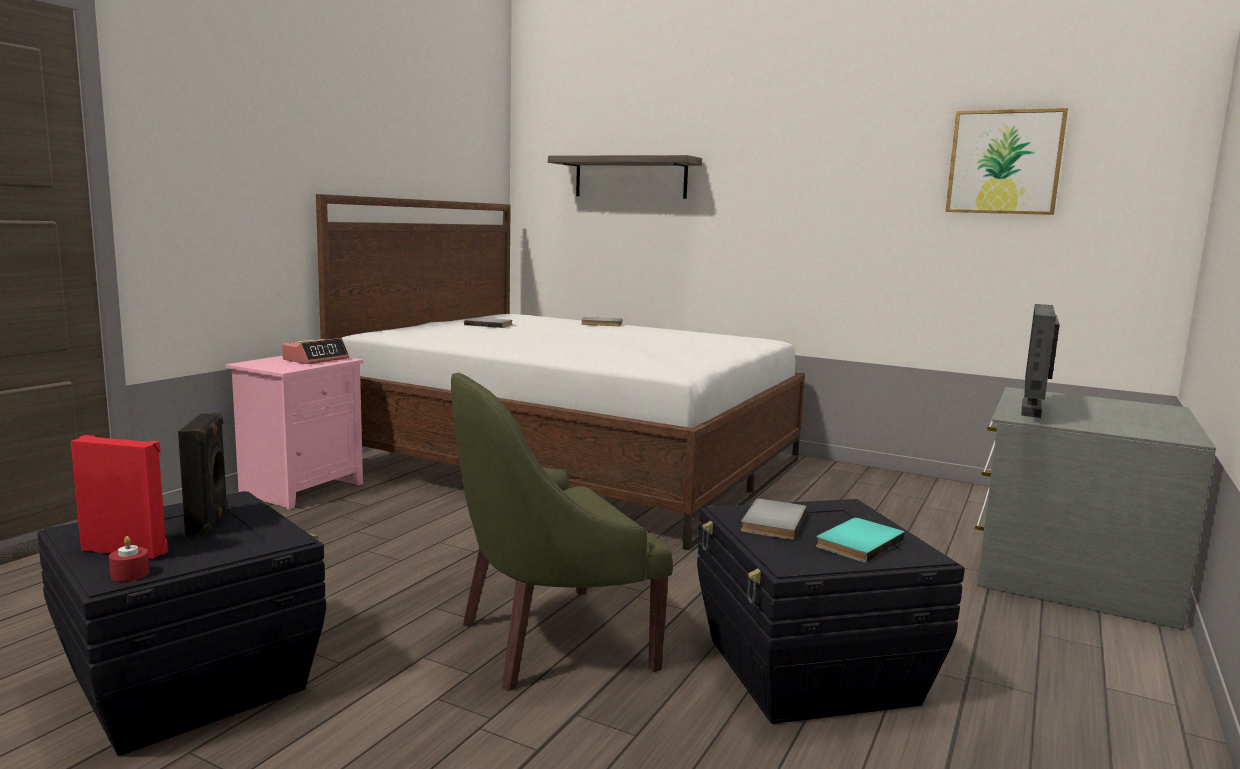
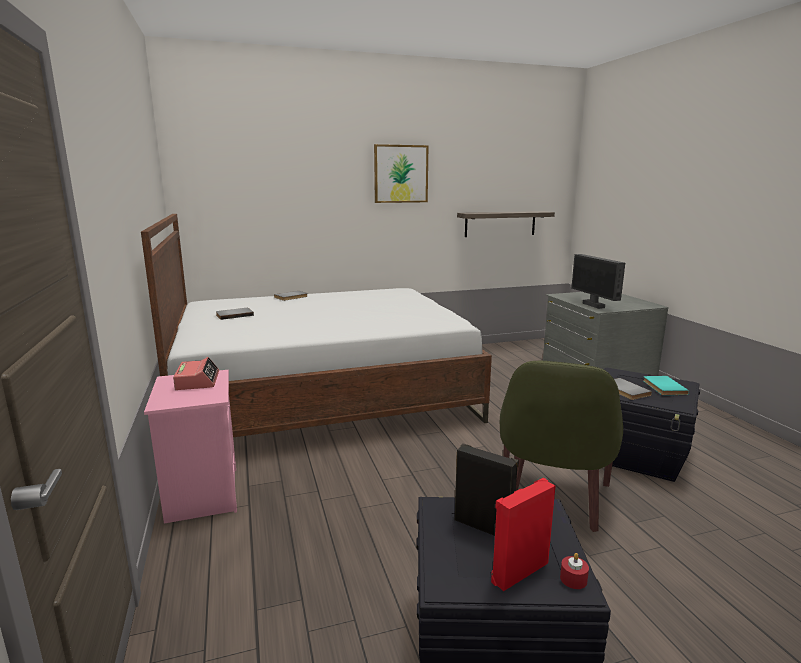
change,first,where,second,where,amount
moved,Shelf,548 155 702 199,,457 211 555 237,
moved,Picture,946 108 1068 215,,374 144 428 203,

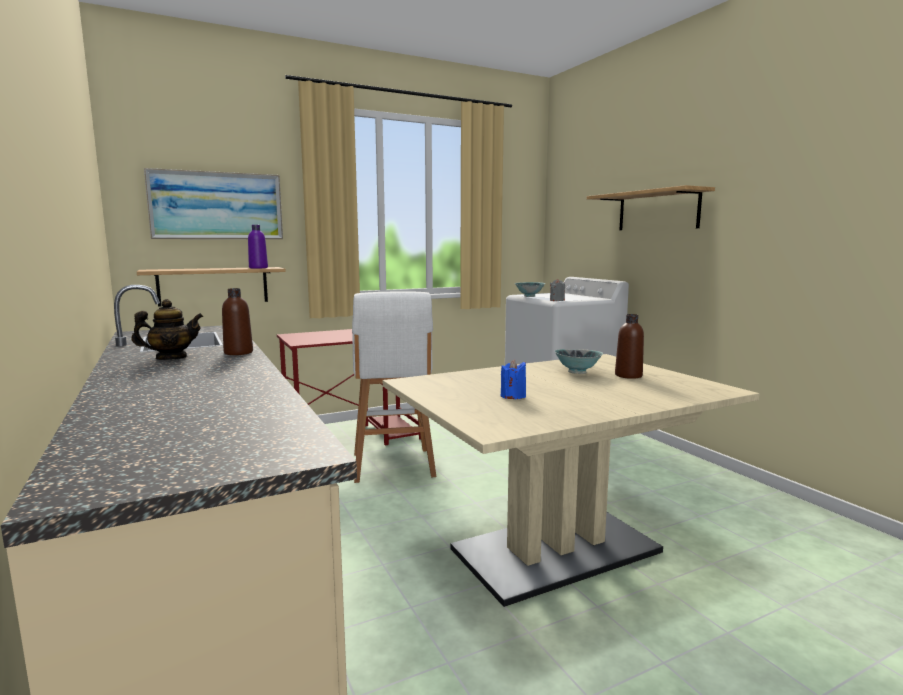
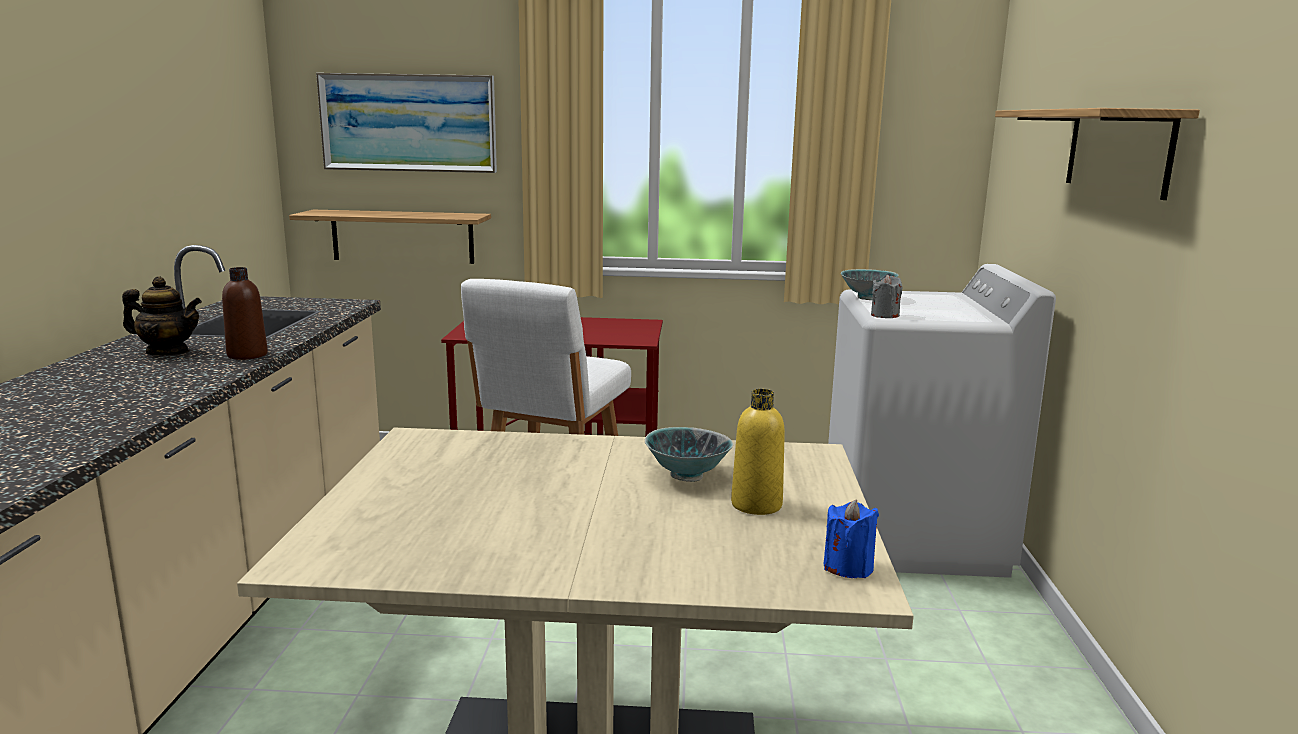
change,first,where,second,where,amount
removed,PurpleBottle,248 225 268 268,,,
moved,BlueCandle,501 359 526 399,,824 499 879 578,
recoloured,BrownBottle,615 314 644 379,YellowBottle,731 389 785 515,

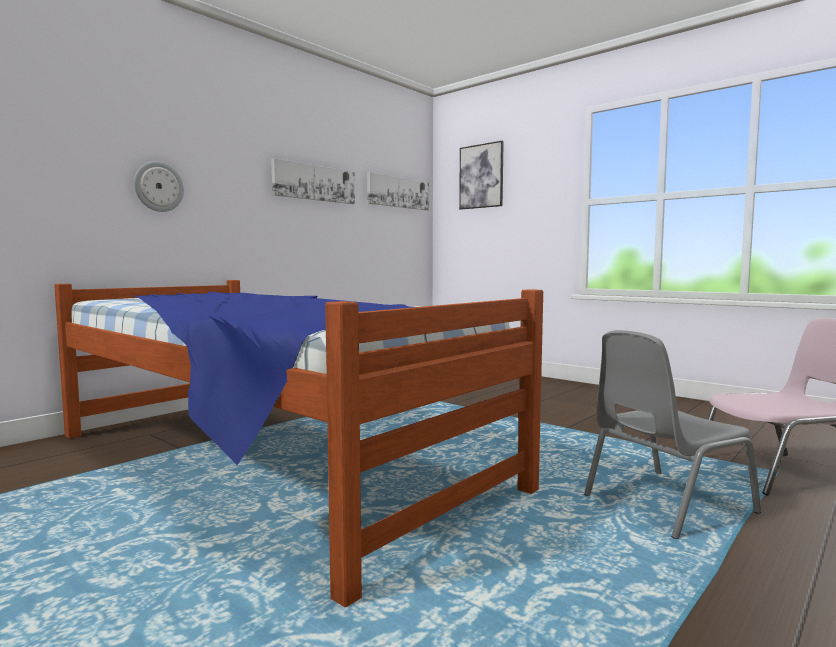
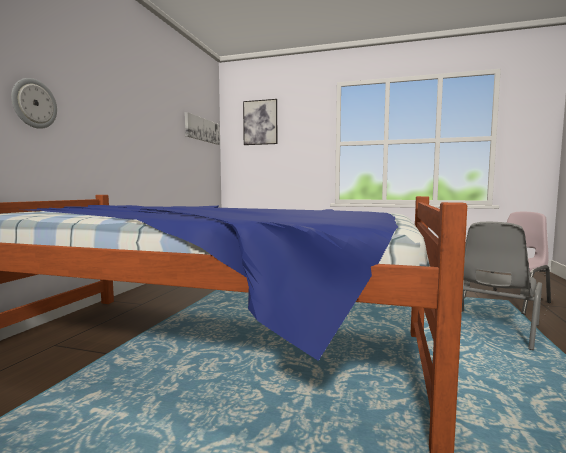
change,first,where,second,where,amount
removed,Picture,271 158 355 204,,,

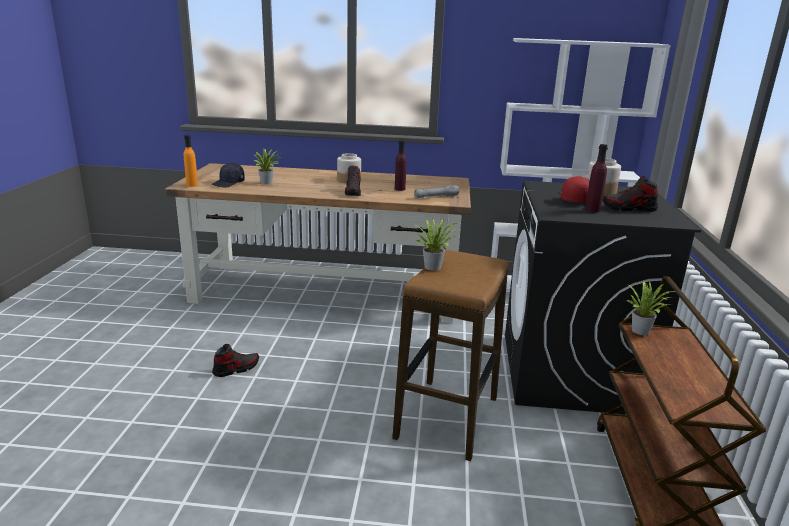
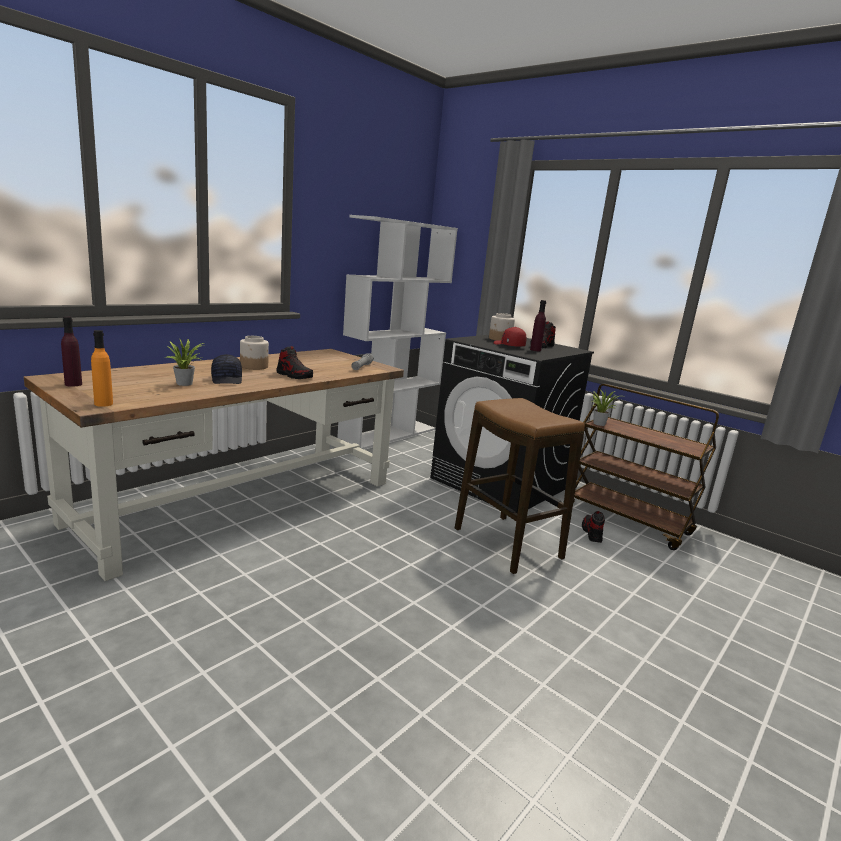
change,first,where,second,where,amount
moved,BlackCap,211 163 245 188,,211 354 242 384,
moved,Shoe,212 344 259 377,,582 511 605 543,
moved,PurpleBottle,395 140 406 191,,61 316 82 387,
removed,PottedPlant,414 218 457 271,,,

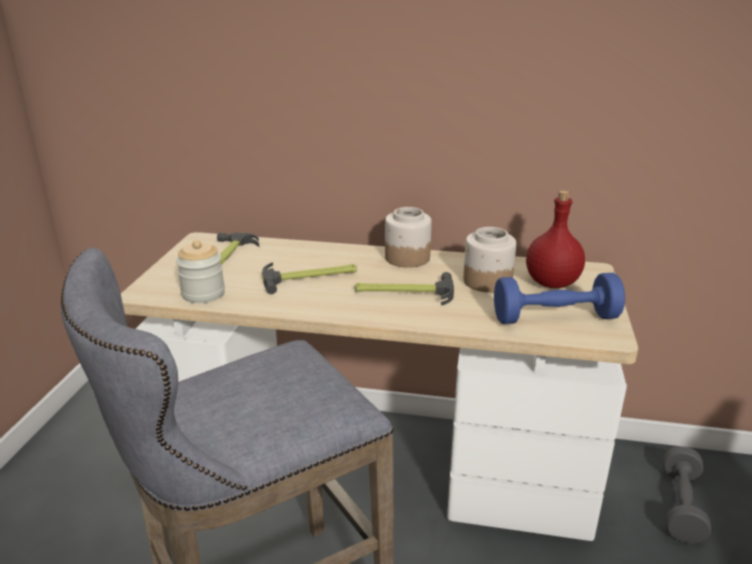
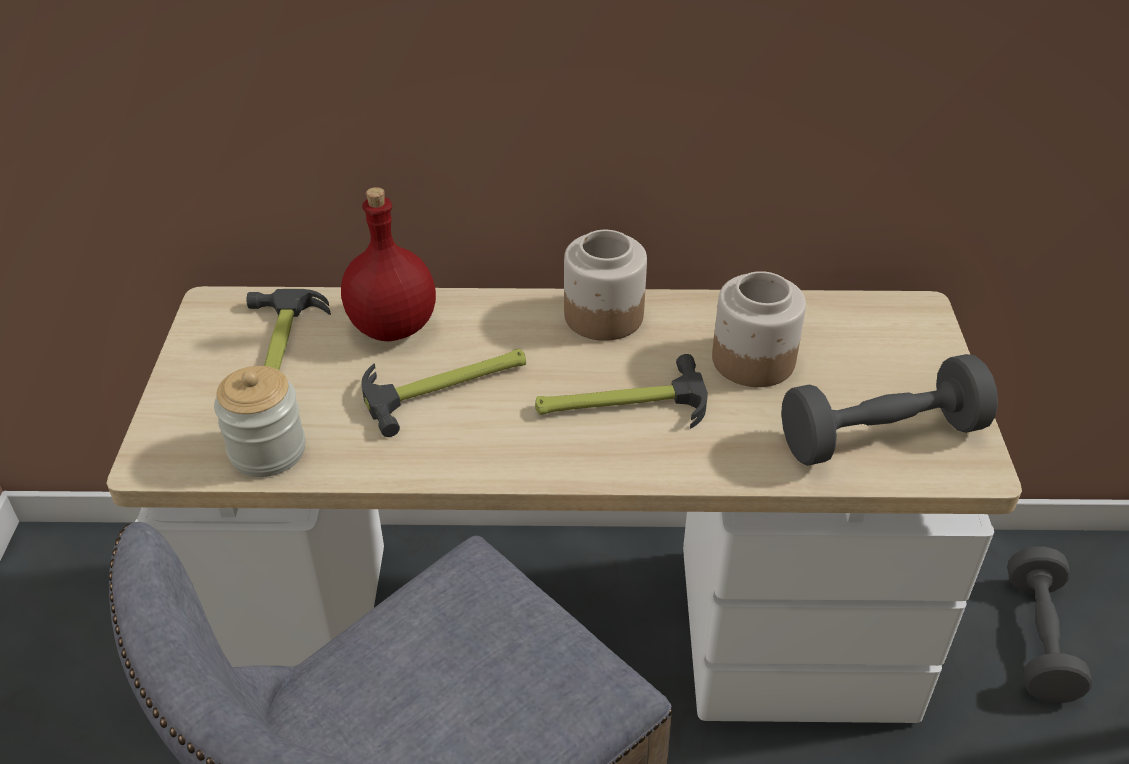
change,first,where,second,where,amount
recoloured,BlueDumbbell,494 273 625 324,GreyDumbbell,781 354 998 466,
moved,RedBottle,526 190 585 288,,341 187 436 341,

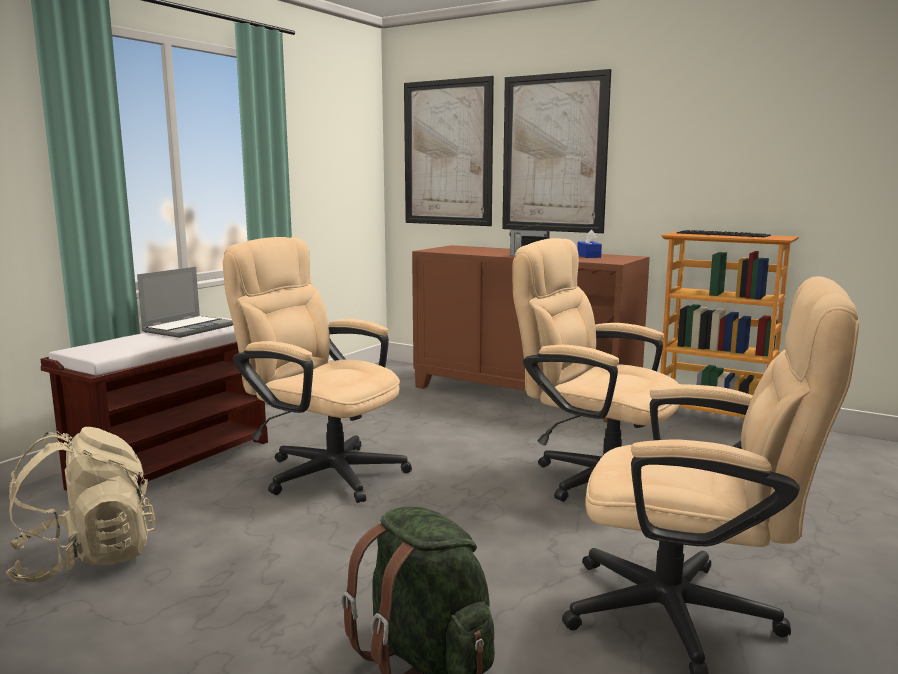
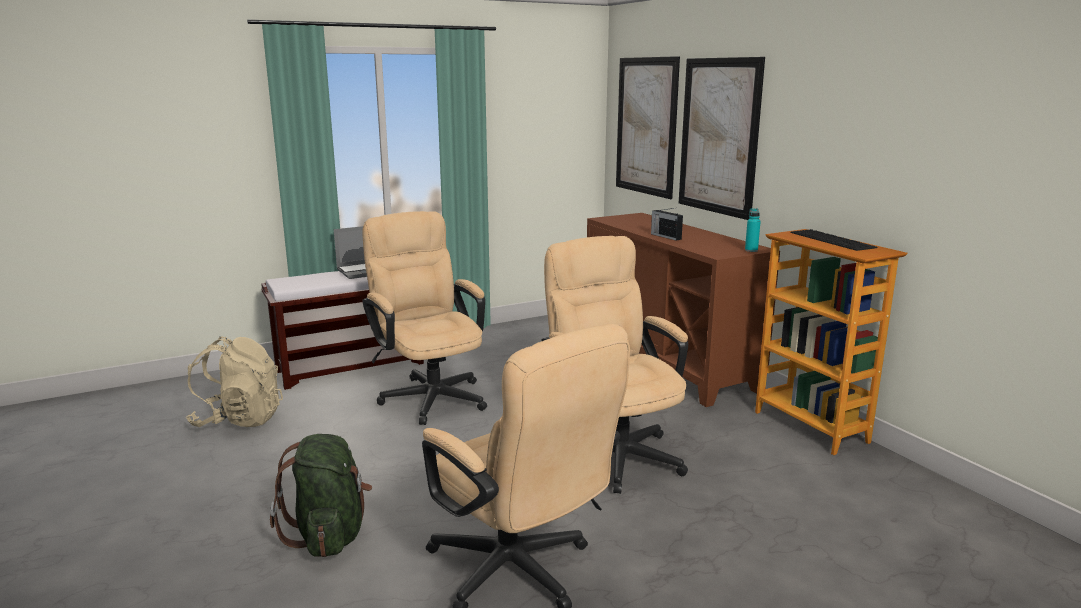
change,first,where,second,where,amount
removed,BlueTissueBox,577 230 602 258,,,
added,,,TurquoiseBottle,745 208 761 252,

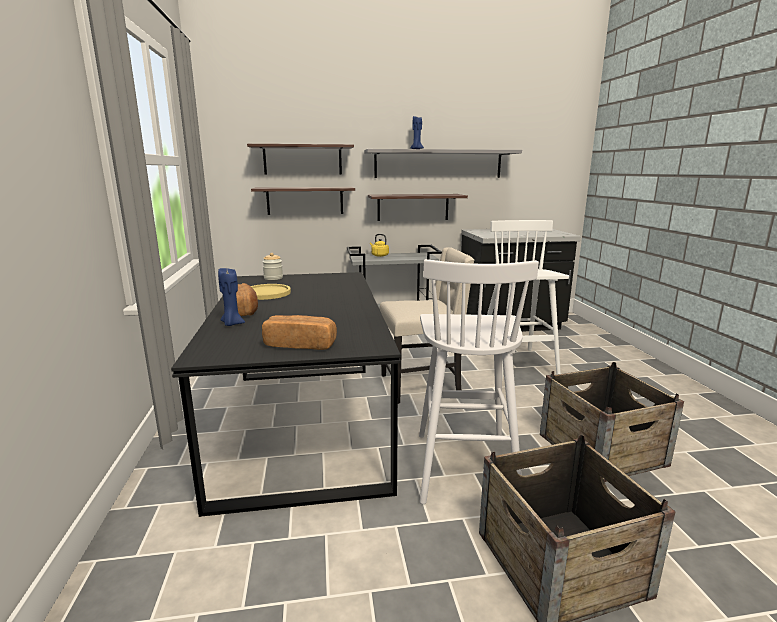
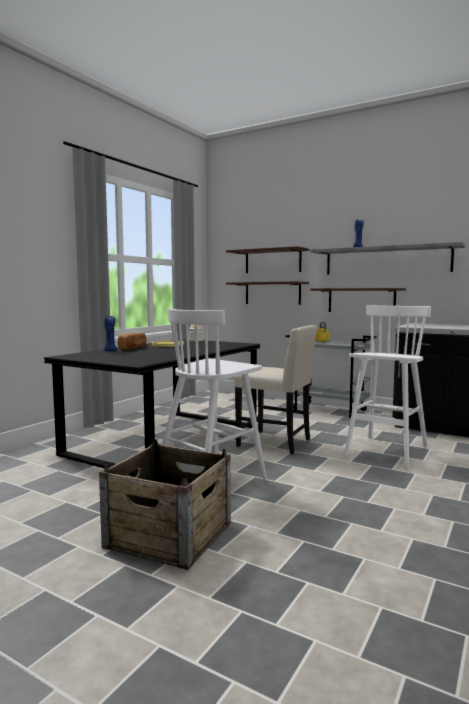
change,first,where,second,where,amount
removed,Bread,262 315 337 350,,,
removed,Crate,540 362 684 482,,,

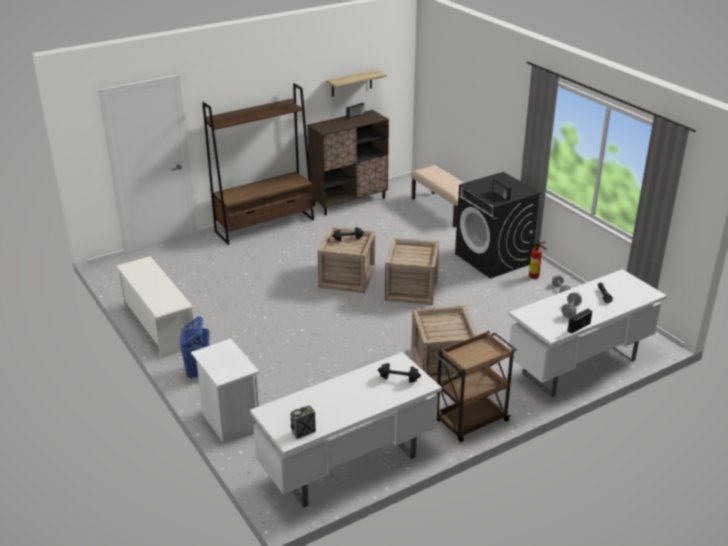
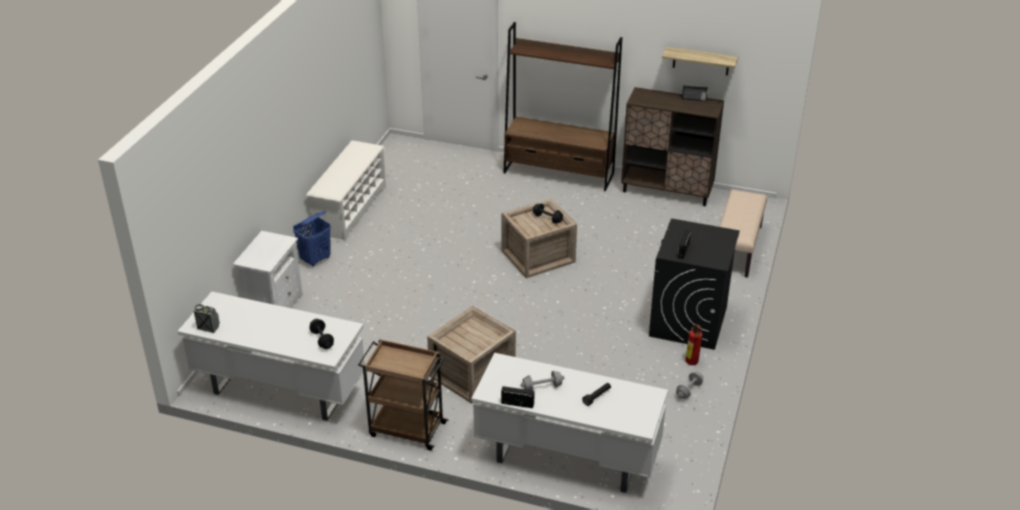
change,first,where,second,where,amount
removed,Crate,385 238 439 305,,,

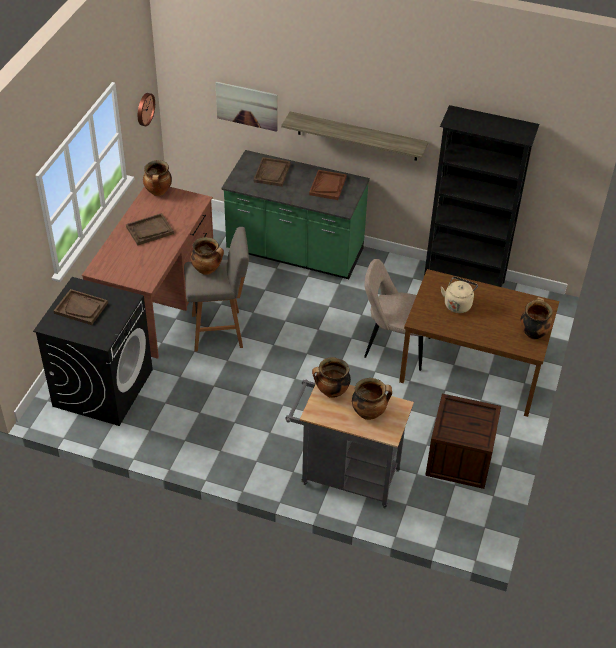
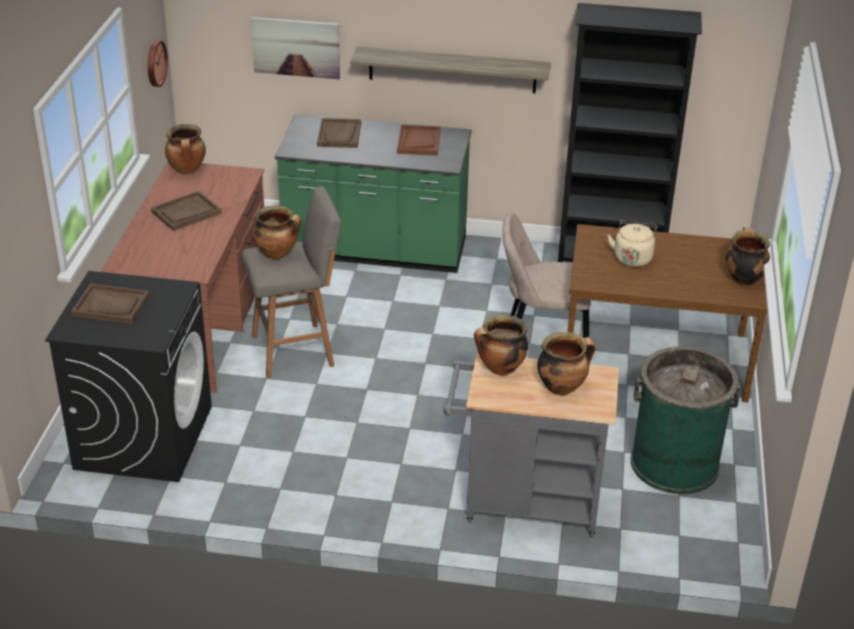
change,first,where,second,where,amount
replaced,Crate,425 394 501 489,GreenTrashCan,630 346 741 494,

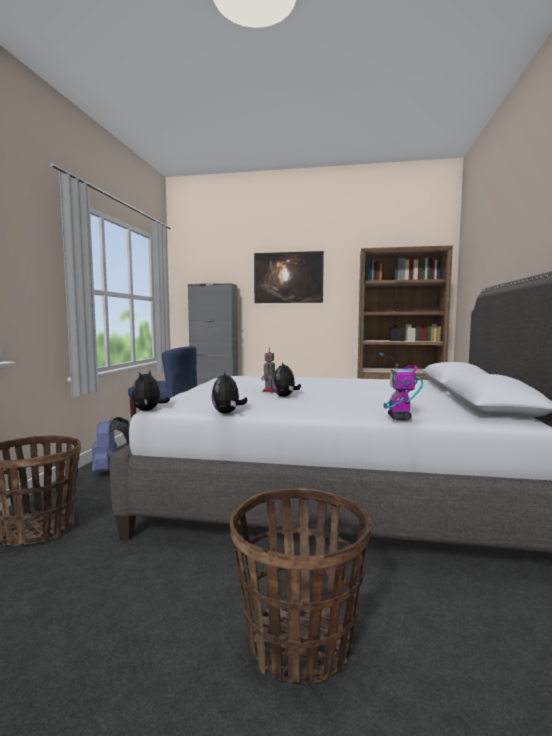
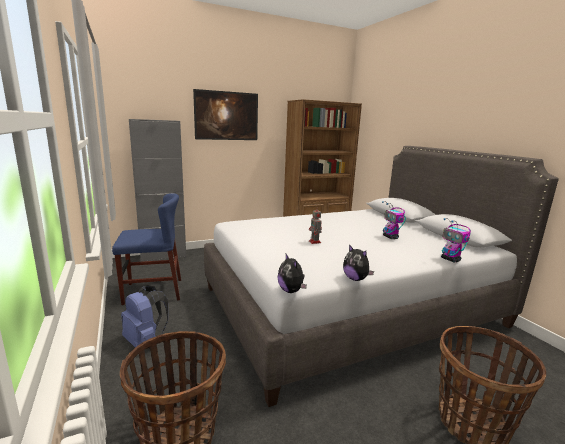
change,first,where,second,where,amount
removed,PlushToy,272 362 301 397,,,
added,,,ToyRobot,382 201 406 239,

